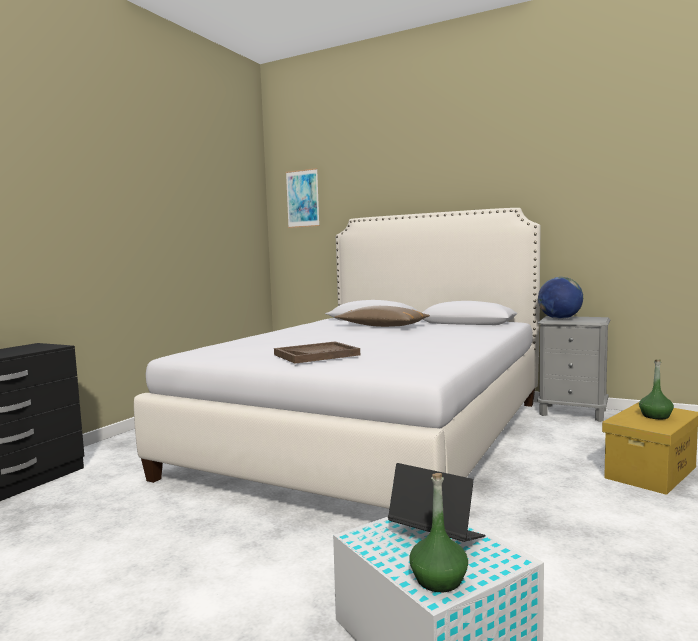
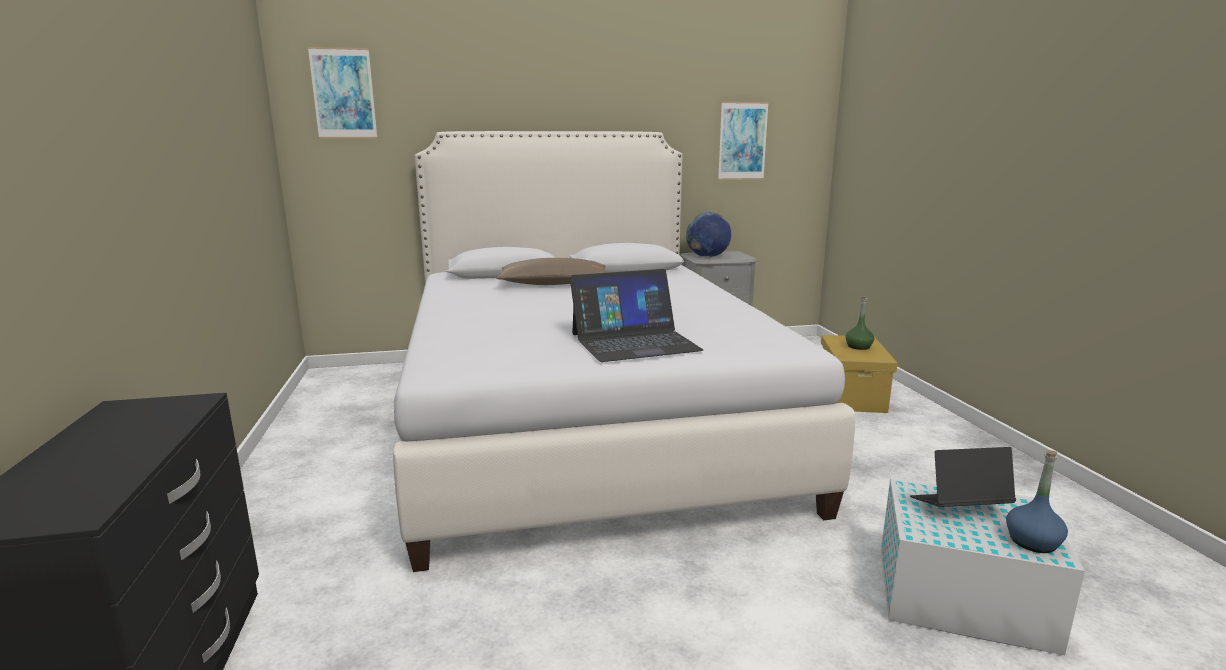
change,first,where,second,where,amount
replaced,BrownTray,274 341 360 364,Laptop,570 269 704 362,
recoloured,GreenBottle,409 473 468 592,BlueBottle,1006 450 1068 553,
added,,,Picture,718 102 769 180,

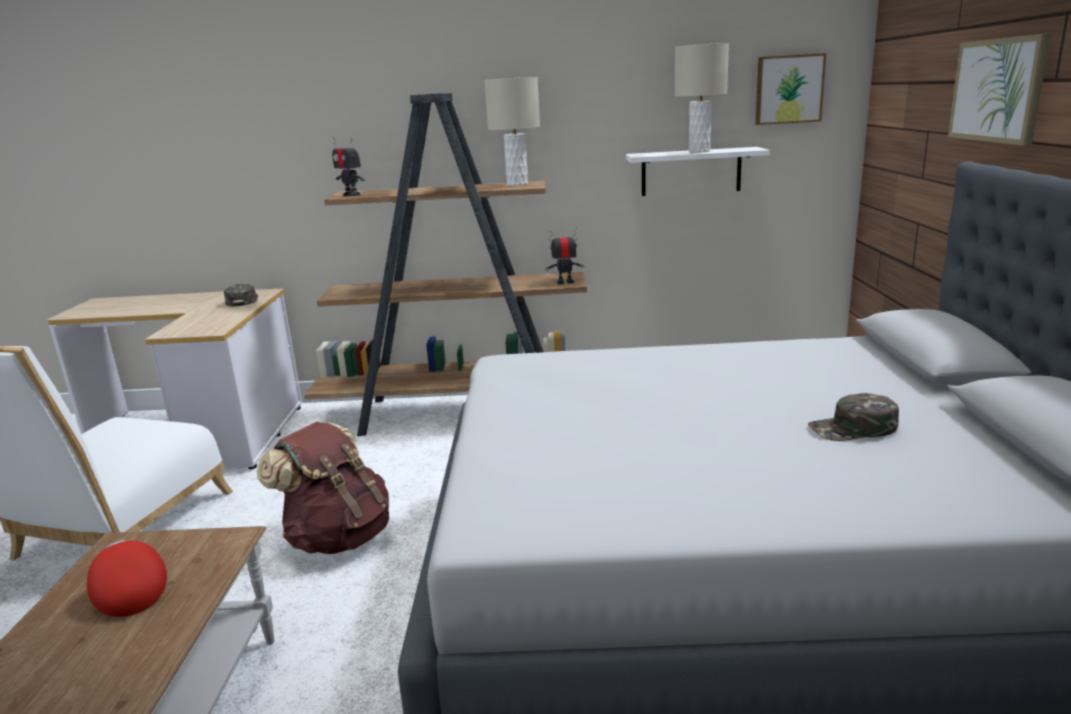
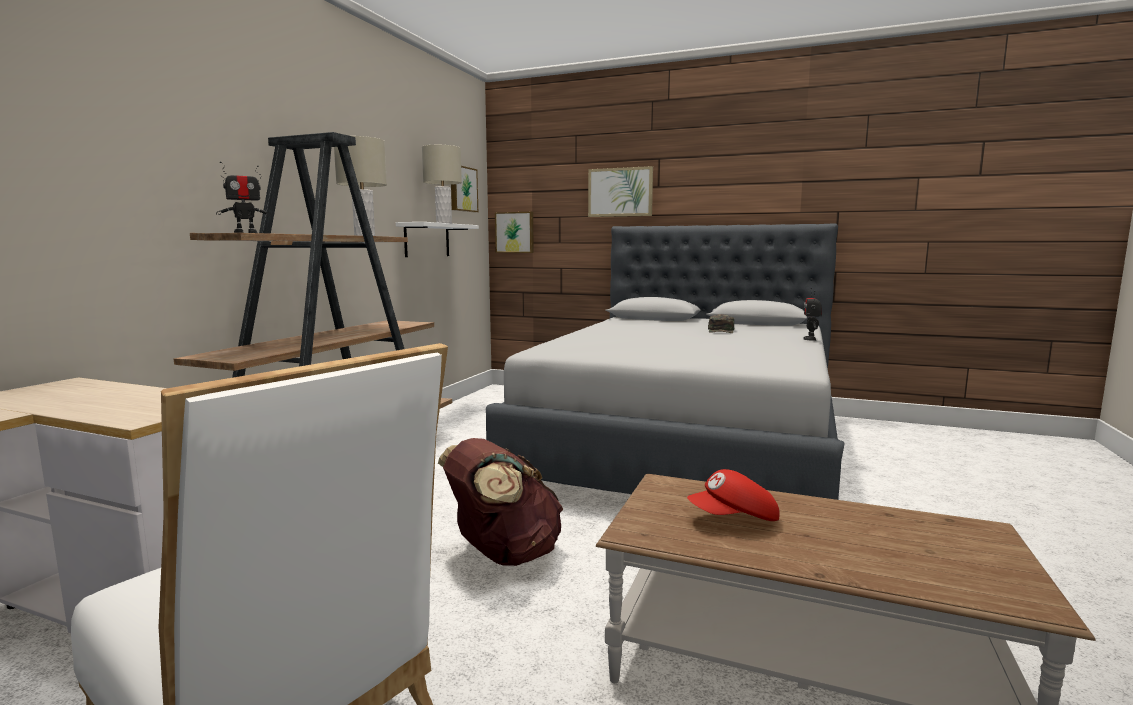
change,first,where,second,where,amount
removed,GreenCap,224 284 258 306,,,
moved,ToyRobot,545 227 585 284,,803 288 822 341,
added,,,Picture,495 212 534 253,

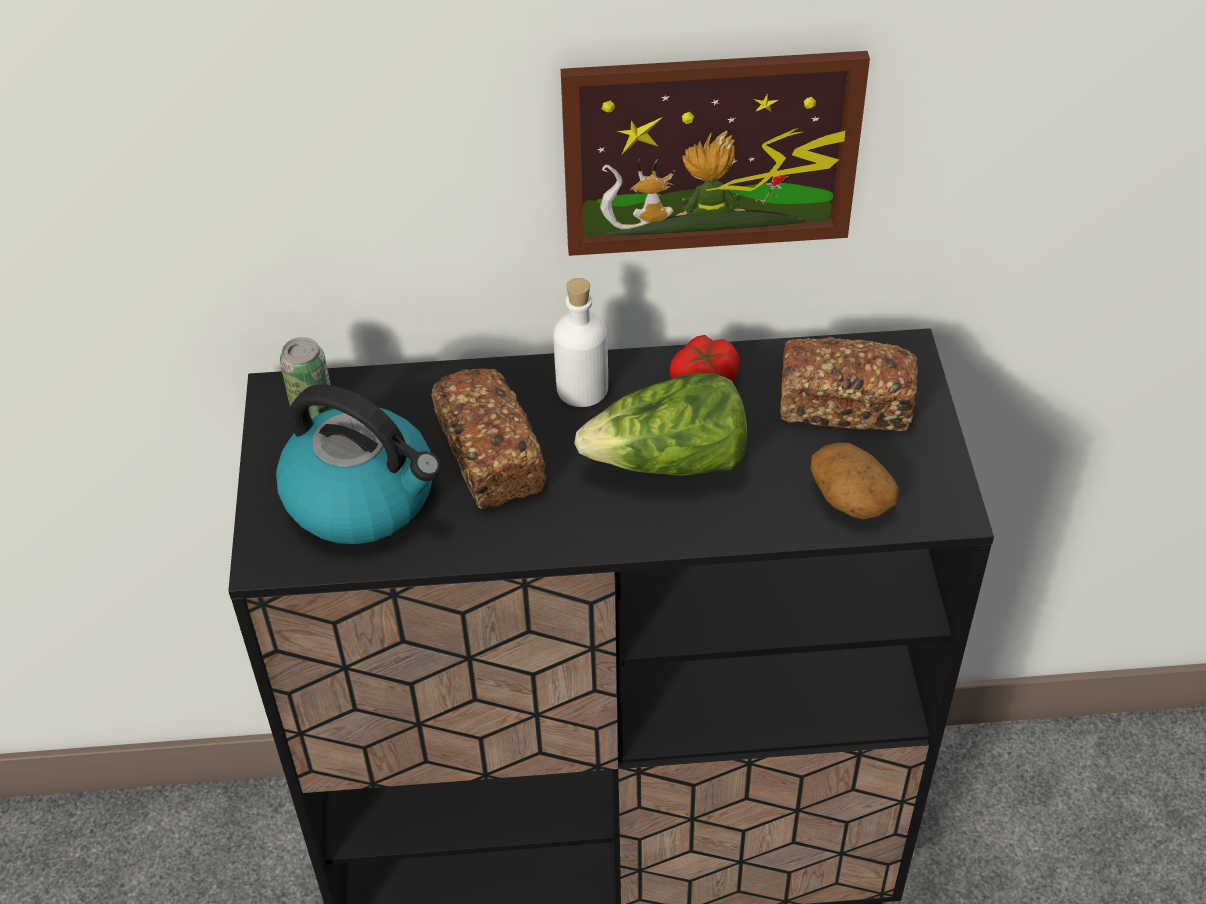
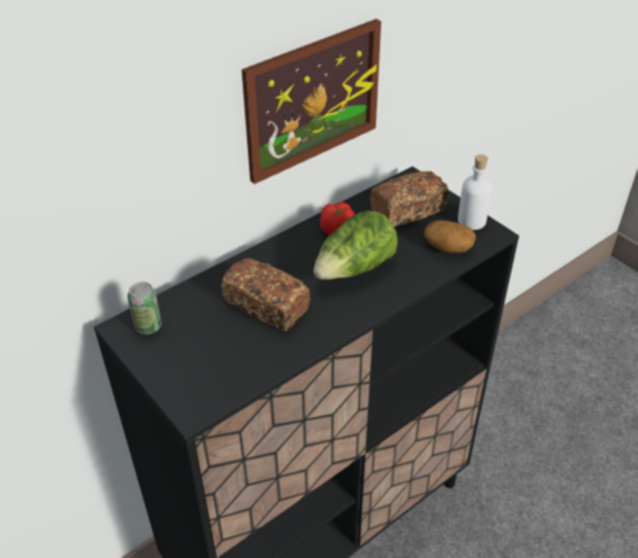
change,first,where,second,where,amount
removed,Kettle,276 384 441 544,,,
moved,WhiteBottle,553 278 608 407,,458 155 492 230,

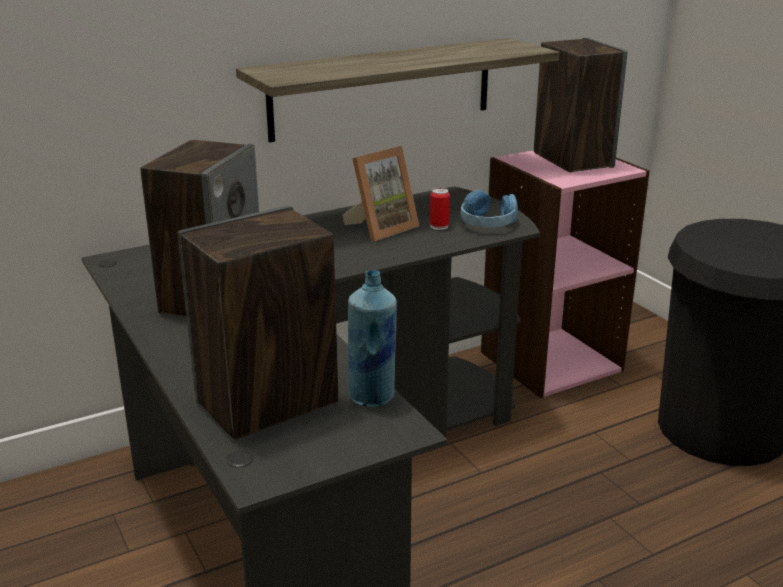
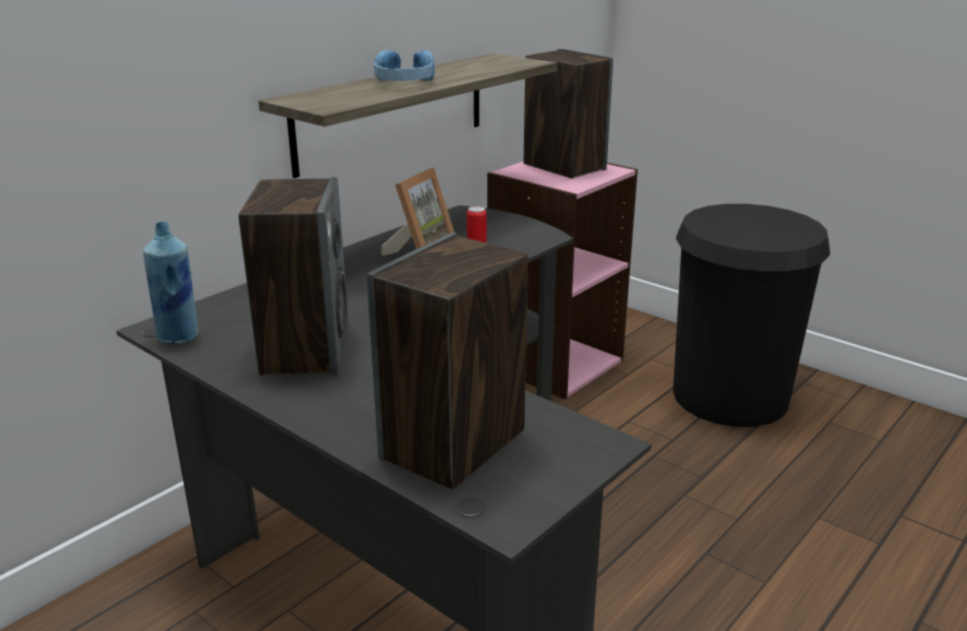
change,first,where,second,where,amount
moved,BlueBottle,348 270 397 407,,143 222 199 344,
moved,BlueHeadphones,460 190 518 227,,374 50 435 81,

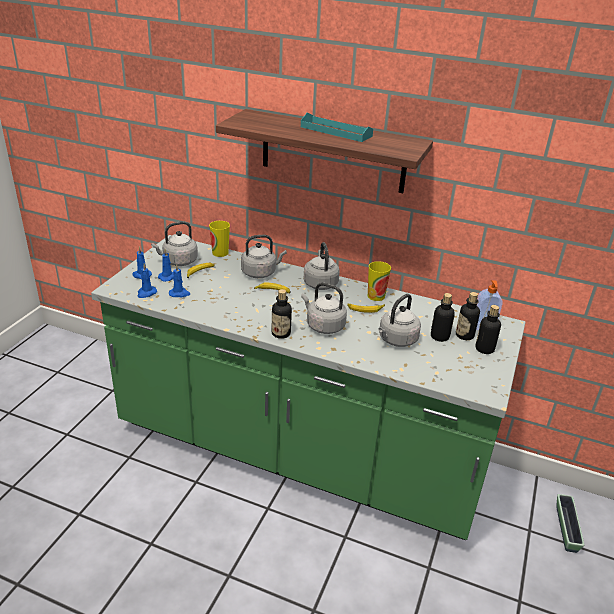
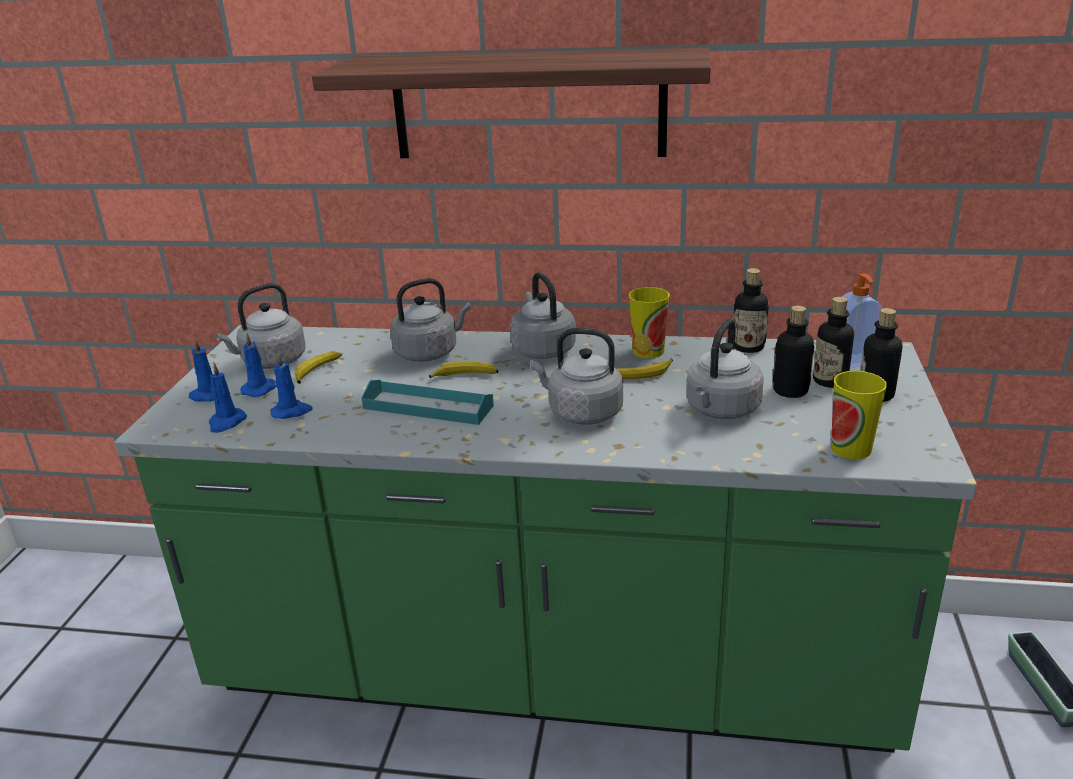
change,first,where,second,where,amount
moved,Cup,209 221 230 257,,831 371 887 459,
moved,Bottle,272 289 292 339,,733 268 769 353,
moved,TurquoiseTray,301 112 373 142,,362 380 494 425,

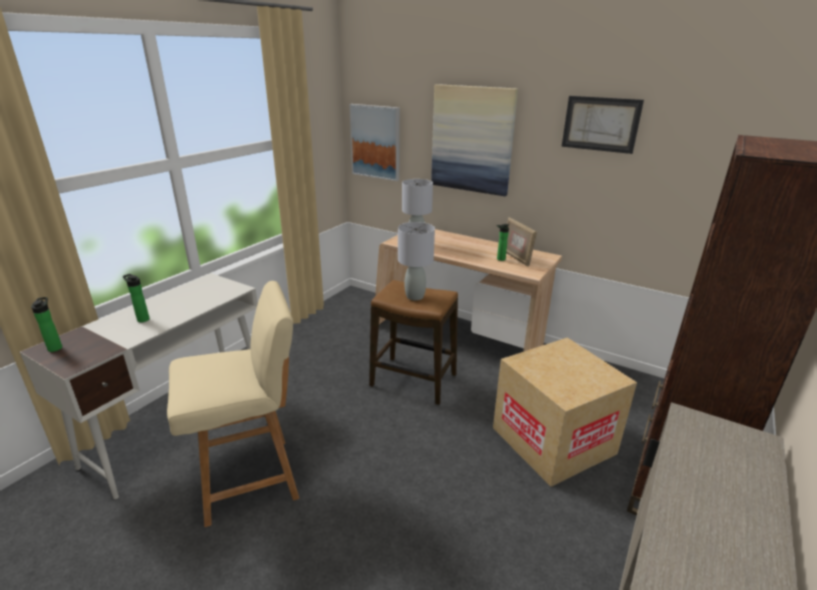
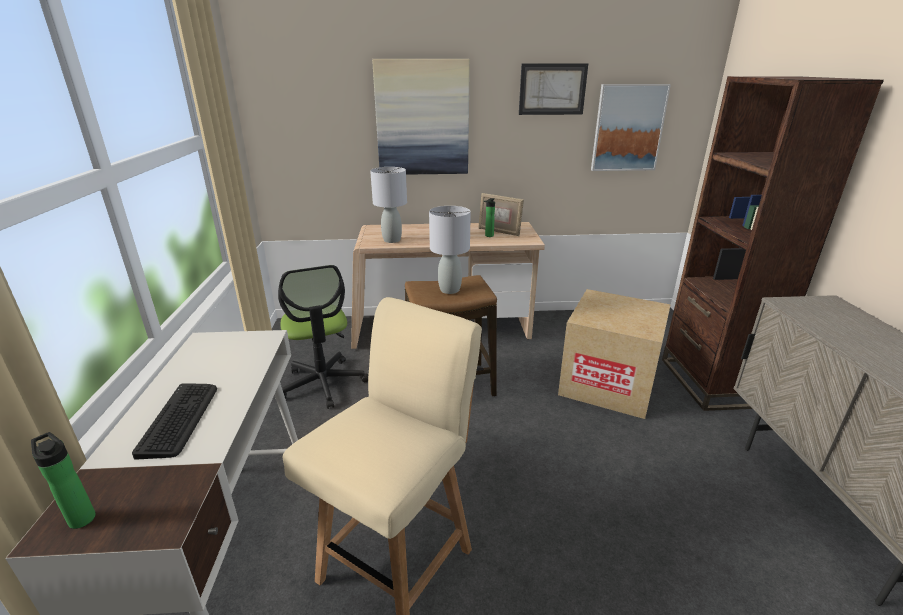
change,first,where,second,where,amount
replaced,Bottle,123 274 150 323,Keyboard,132 383 217 460,
moved,Picture,349 104 400 181,,591 84 671 171,
added,,,OfficeChair,278 265 368 409,

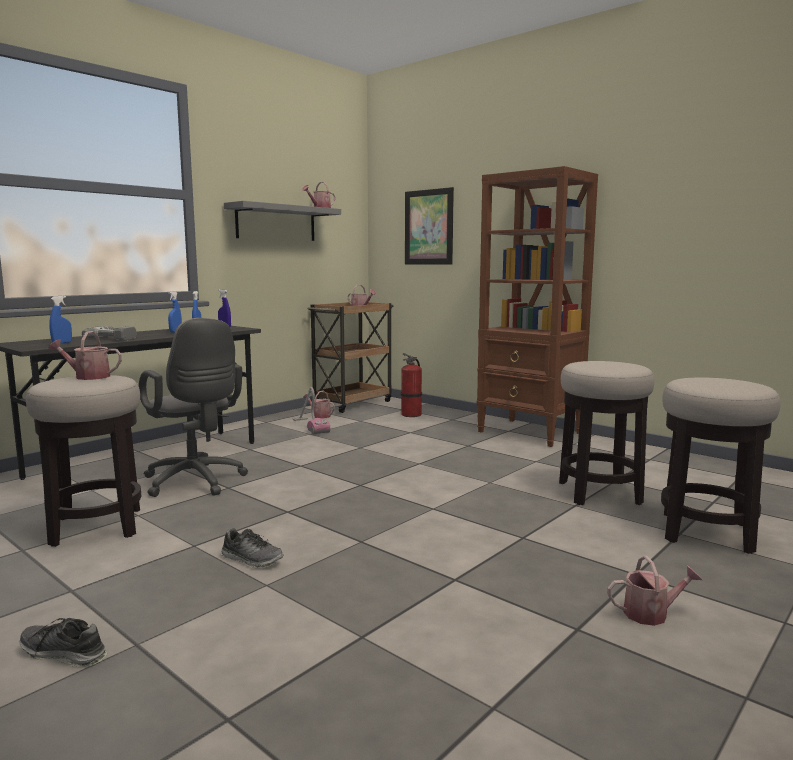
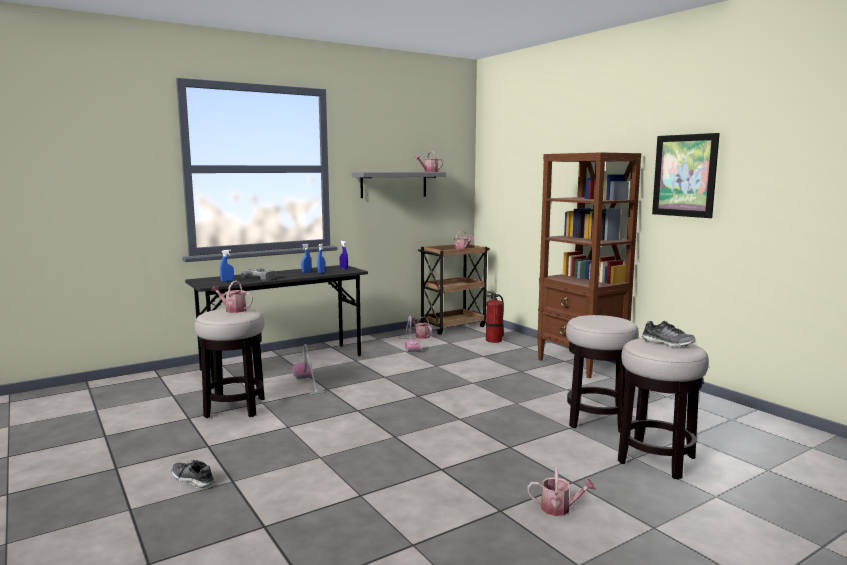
change,first,where,second,where,amount
replaced,GreyOfficeChair,139 318 248 497,VacuumCleaner,292 344 325 396,
moved,Shoe,221 528 283 568,,641 321 696 348,
moved,Picture,405 187 454 265,,652 133 720 218,

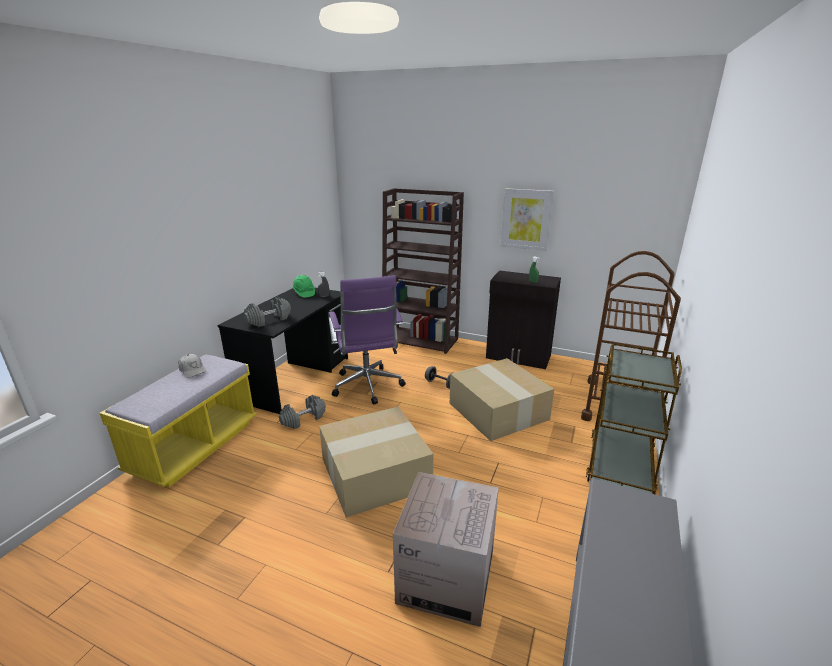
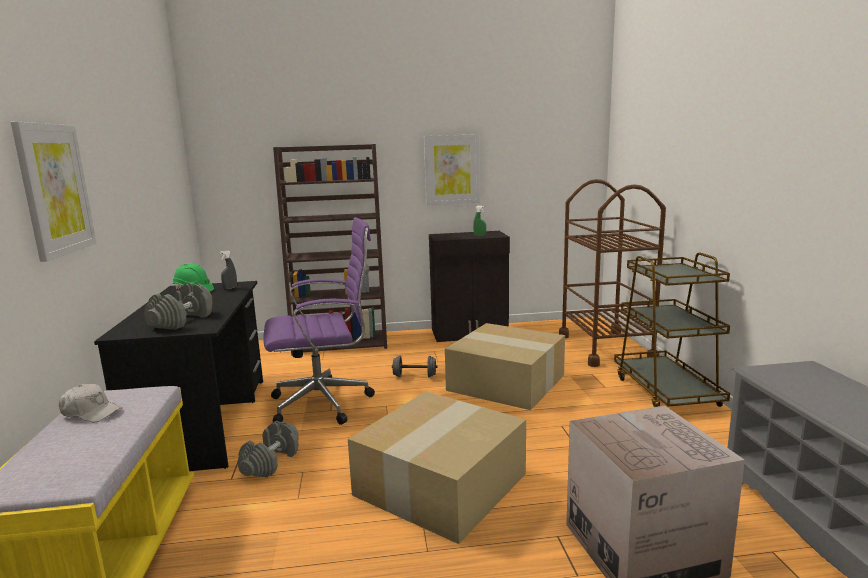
change,first,where,second,where,amount
turned,PurpleOfficeChair,328 275 406 405,,263 217 375 425,60 degrees counterclockwise
added,,,Picture,11 122 96 262,

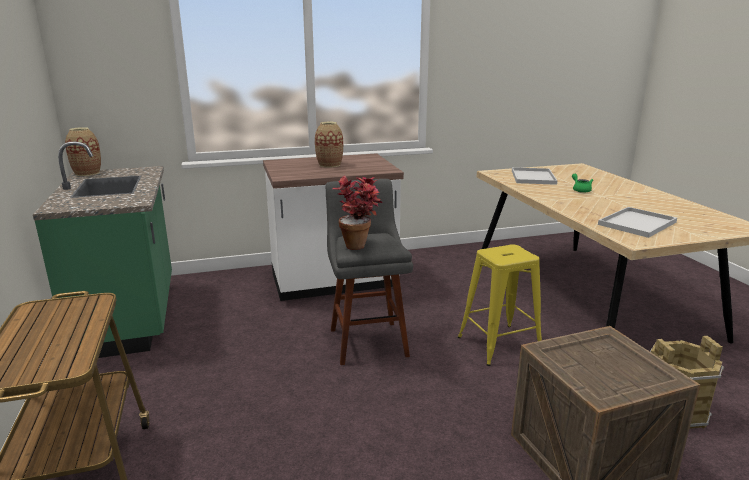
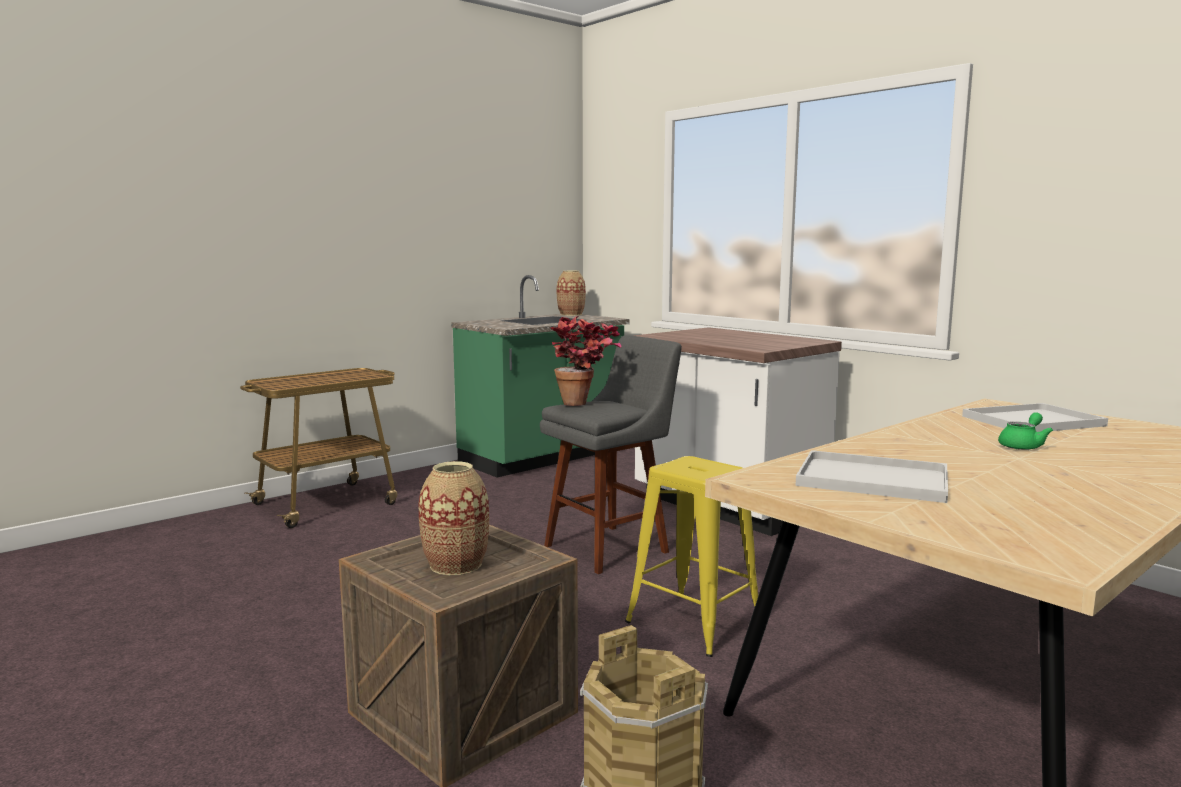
change,first,where,second,where,amount
moved,Vase,315 122 343 168,,419 461 489 576,

